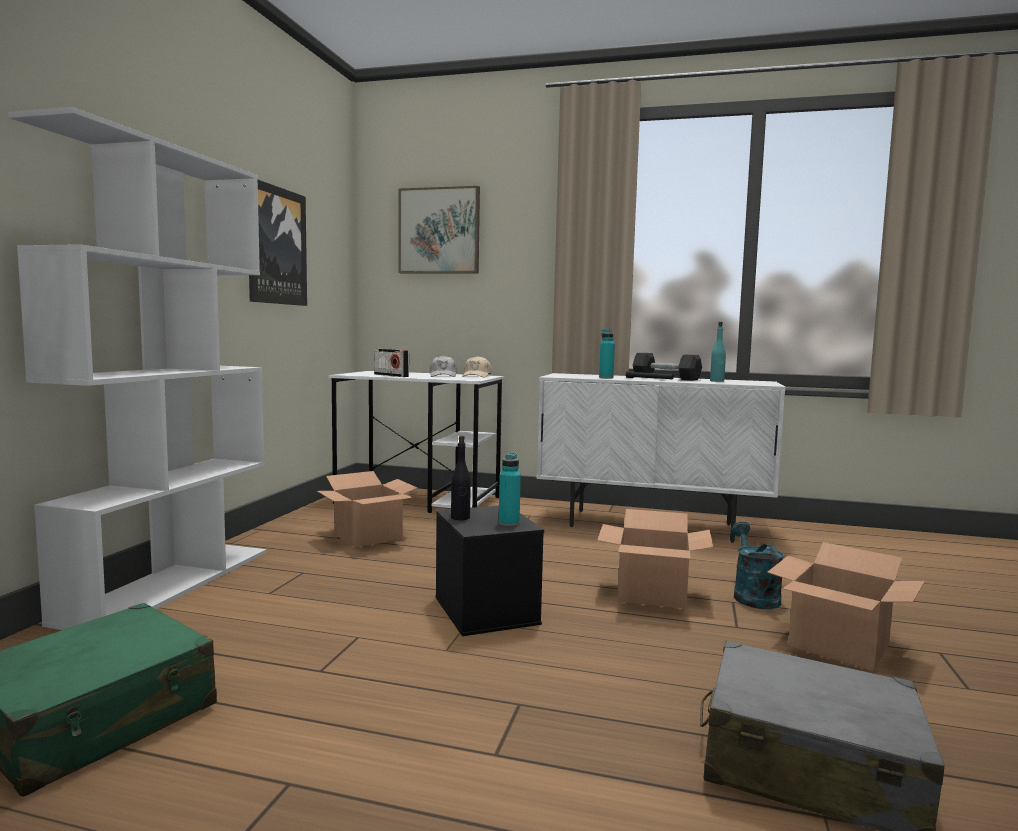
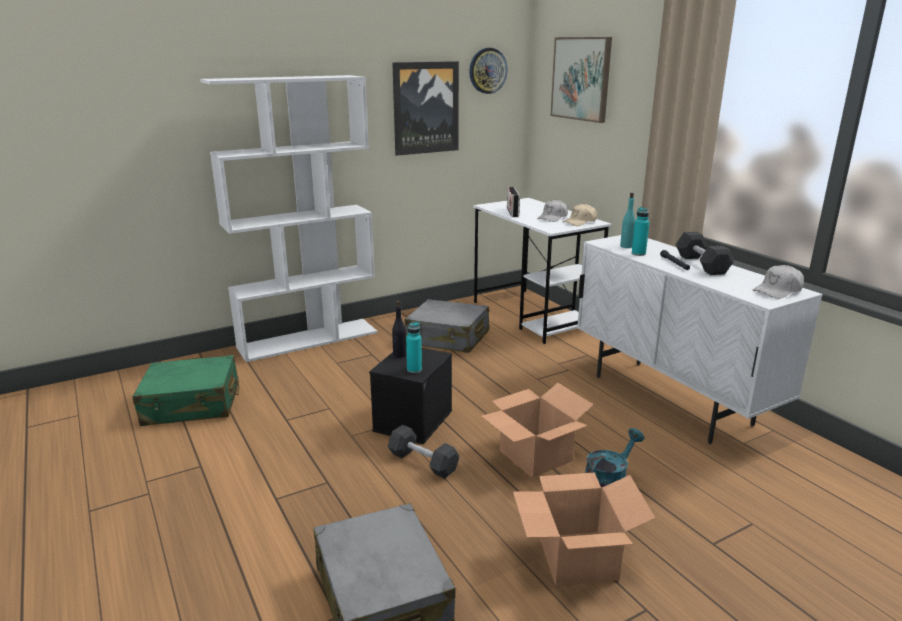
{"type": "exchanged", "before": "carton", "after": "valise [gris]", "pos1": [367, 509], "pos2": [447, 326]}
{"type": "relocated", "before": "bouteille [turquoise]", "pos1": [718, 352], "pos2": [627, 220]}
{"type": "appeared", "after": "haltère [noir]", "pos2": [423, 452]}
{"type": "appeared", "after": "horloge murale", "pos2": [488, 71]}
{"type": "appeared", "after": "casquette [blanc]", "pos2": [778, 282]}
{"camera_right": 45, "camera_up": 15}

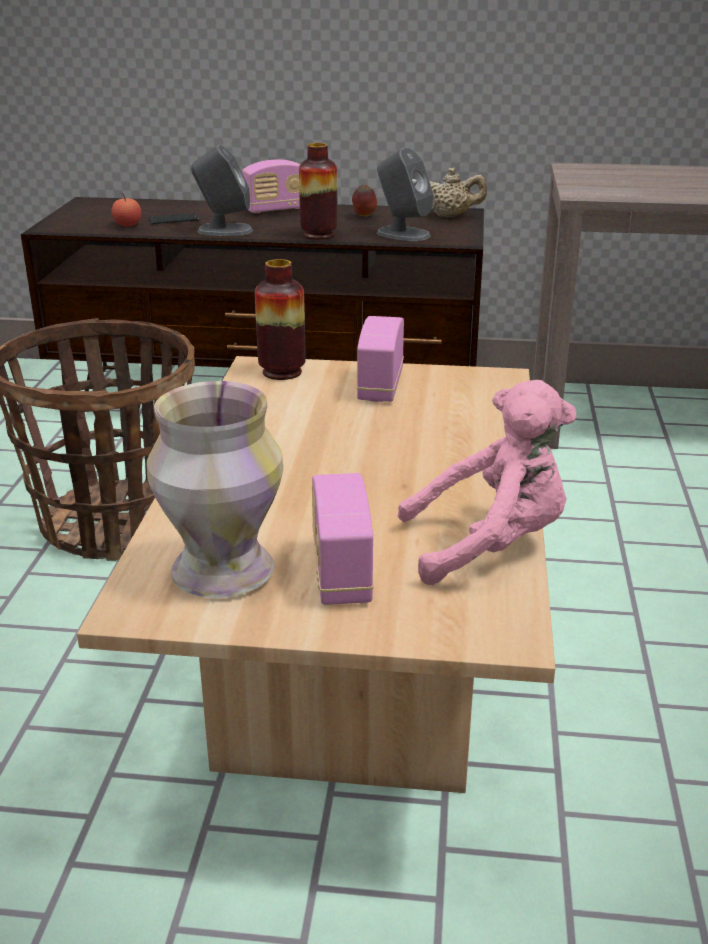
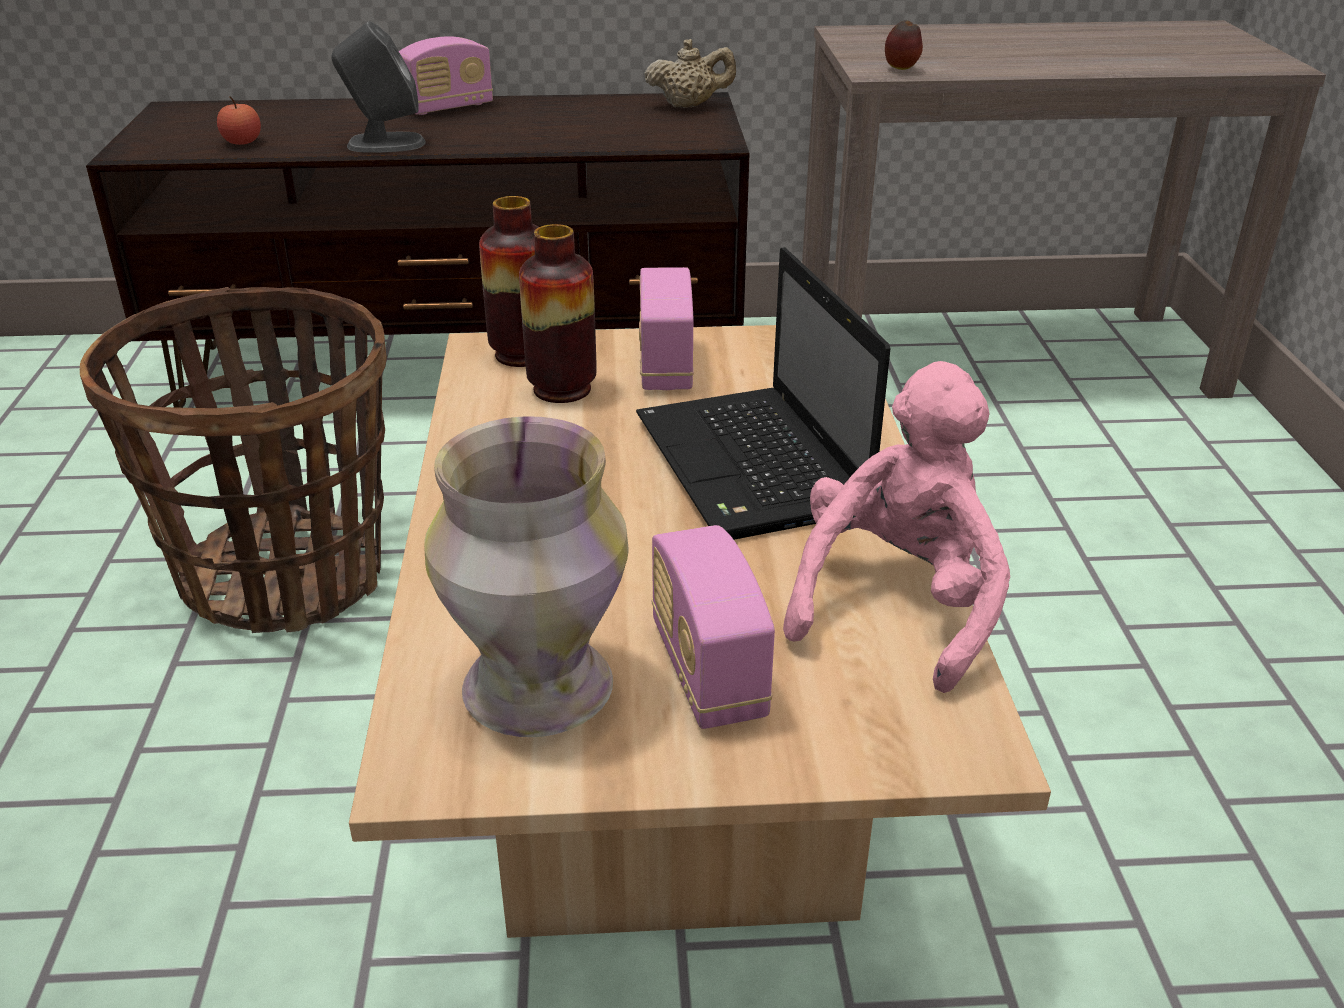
{"type": "missing", "before": "téléphone", "pos1": [174, 218]}
{"type": "relocated", "before": "vase", "pos1": [318, 191], "pos2": [557, 313]}
{"type": "relocated", "before": "pomme", "pos1": [364, 200], "pos2": [904, 45]}
{"type": "missing", "before": "enceinte [gris]", "pos1": [405, 194]}
{"type": "spun", "before": "peluche [rose]", "pos1": [487, 482], "pos2": [896, 527], "turn": -45}
{"type": "appeared", "after": "ordinateur portable", "pos2": [763, 393]}
{"camera_right": -10, "camera_up": 5}

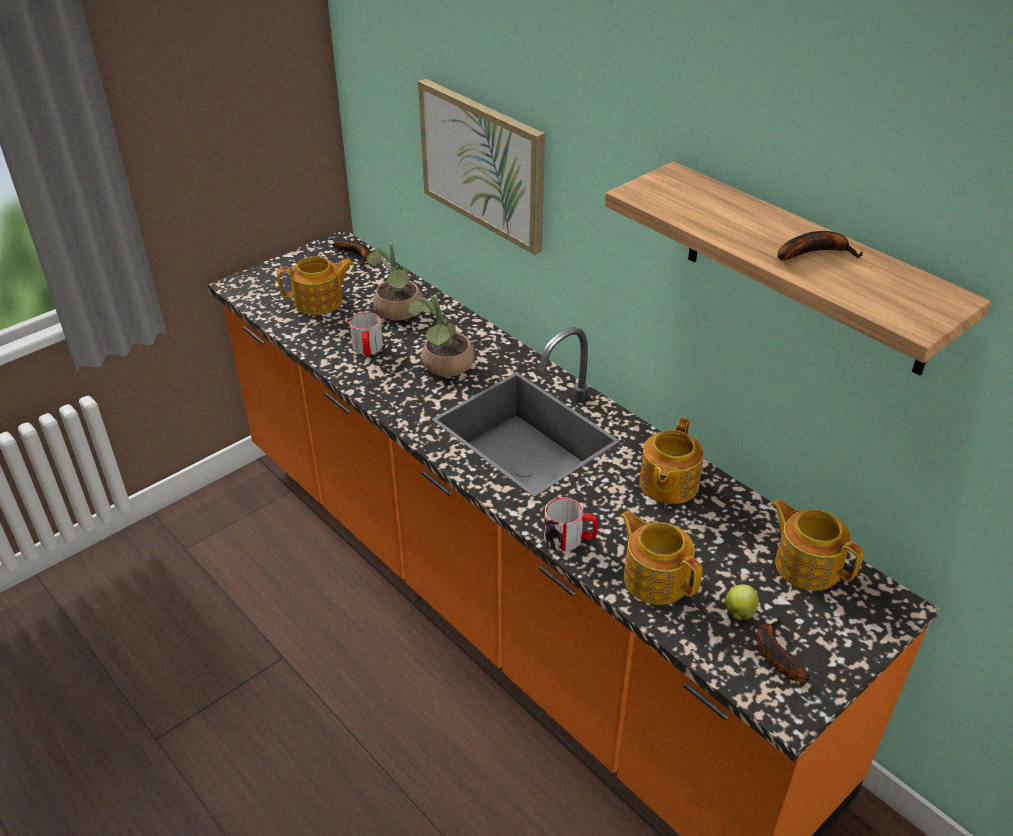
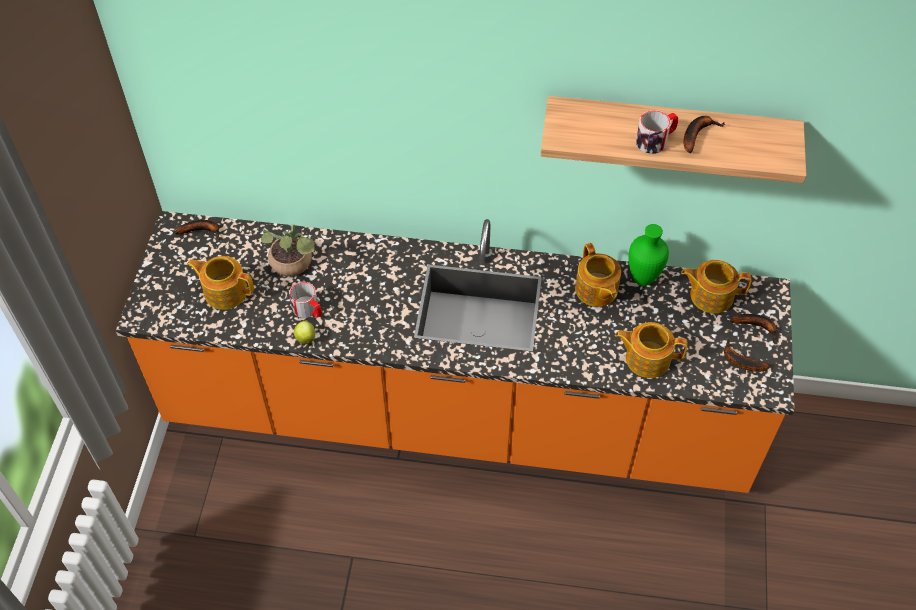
{"type": "spun", "before": "théière", "pos1": [315, 285], "pos2": [220, 283], "turn": -105}
{"type": "missing", "before": "plante en pot", "pos1": [442, 336]}
{"type": "missing", "before": "tableau", "pos1": [481, 167]}
{"type": "relocated", "before": "mug", "pos1": [571, 524], "pos2": [657, 132]}
{"type": "relocated", "before": "pomme", "pos1": [742, 602], "pos2": [304, 332]}
{"type": "appeared", "after": "vase [vert]", "pos2": [649, 255]}
{"type": "appeared", "after": "banane", "pos2": [753, 328]}
{"camera_right": -40, "camera_up": 15}

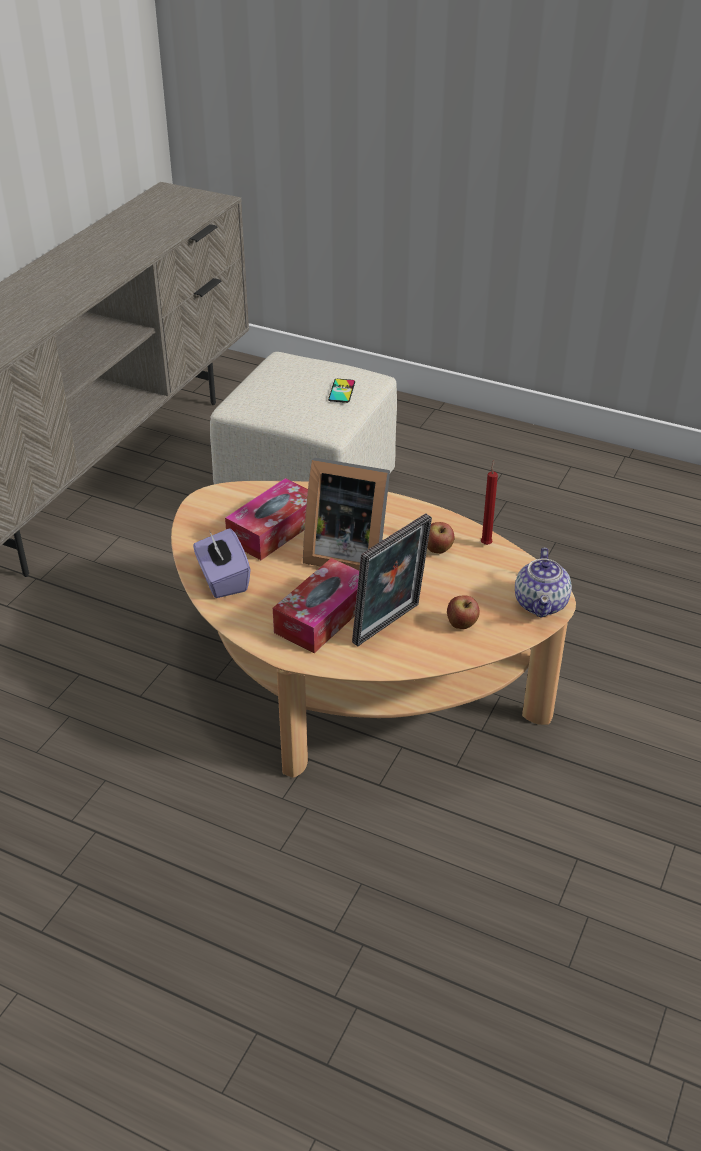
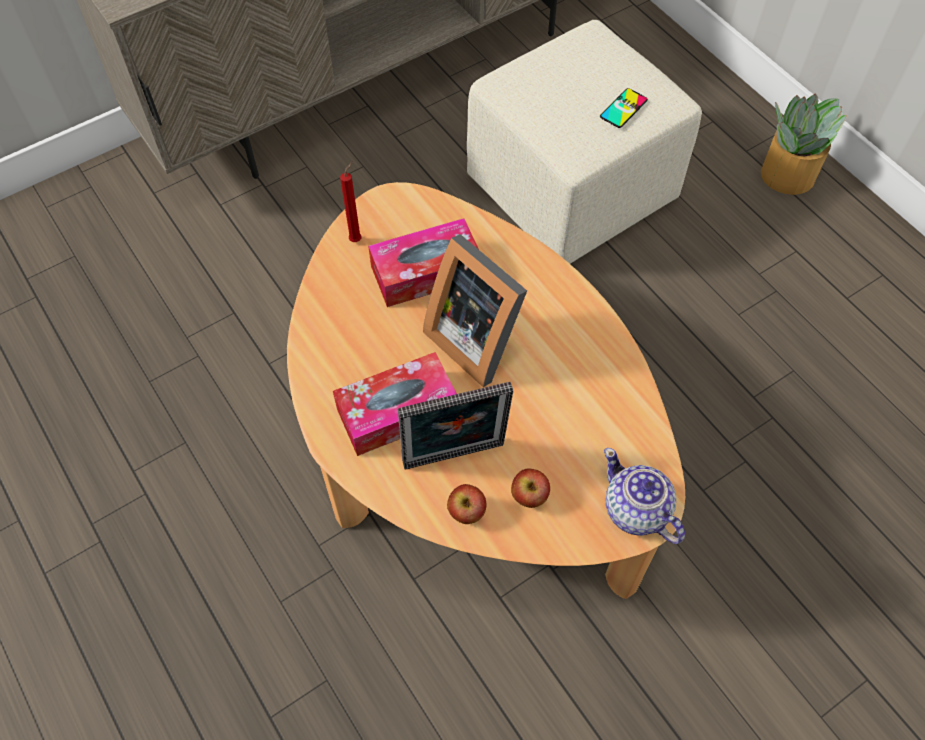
{"type": "missing", "before": "boîte à mouchoirs [violet]", "pos1": [222, 563]}
{"type": "relocated", "before": "pomme", "pos1": [440, 538], "pos2": [466, 504]}
{"type": "relocated", "before": "bougie [rouge]", "pos1": [489, 502], "pos2": [351, 202]}
{"type": "spun", "before": "théière", "pos1": [543, 582], "pos2": [644, 496], "turn": 105}
{"type": "appeared", "after": "plante en pot", "pos2": [804, 144]}
{"camera_right": 30, "camera_up": 20}

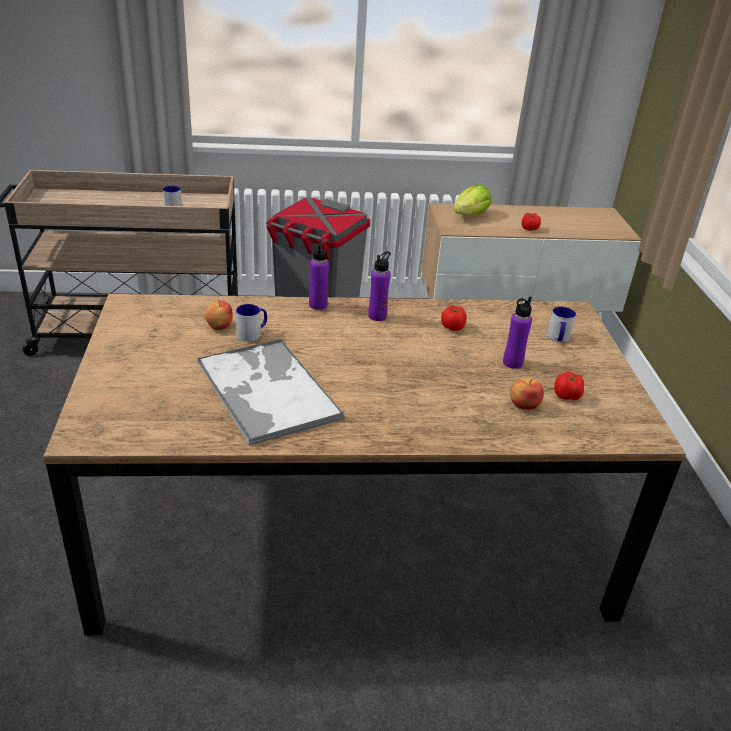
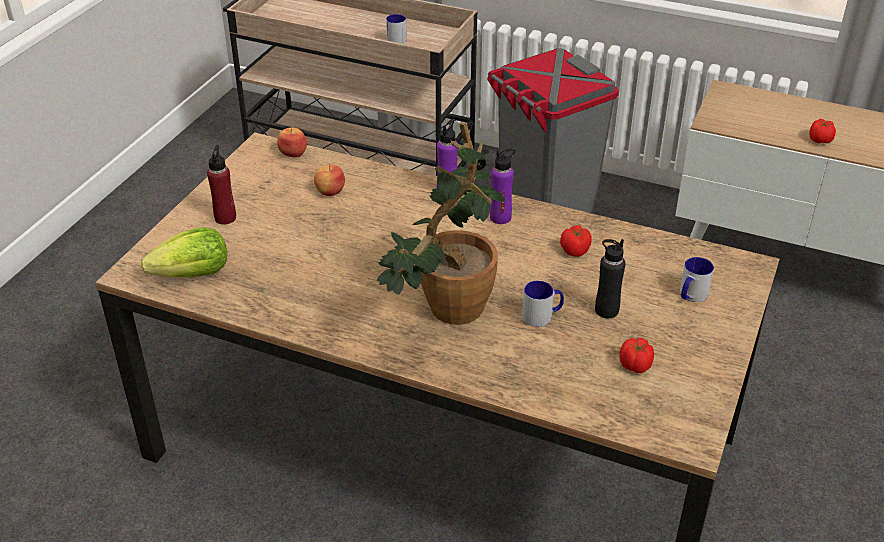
{"type": "missing", "before": "plateau", "pos1": [270, 392]}
{"type": "relocated", "before": "mug", "pos1": [251, 323], "pos2": [543, 304]}
{"type": "relocated", "before": "laitue", "pos1": [472, 200], "pos2": [184, 252]}
{"type": "colour", "before": "bouteille [violet]", "after": "bouteille [noir]", "pos1": [517, 332], "pos2": [610, 278]}
{"type": "relocated", "before": "pomme", "pos1": [527, 393], "pos2": [292, 143]}
{"type": "appeared", "after": "bouteille [rouge]", "pos2": [221, 185]}
{"type": "appeared", "after": "plante en pot", "pos2": [441, 223]}
{"camera_right": 30, "camera_up": 5}

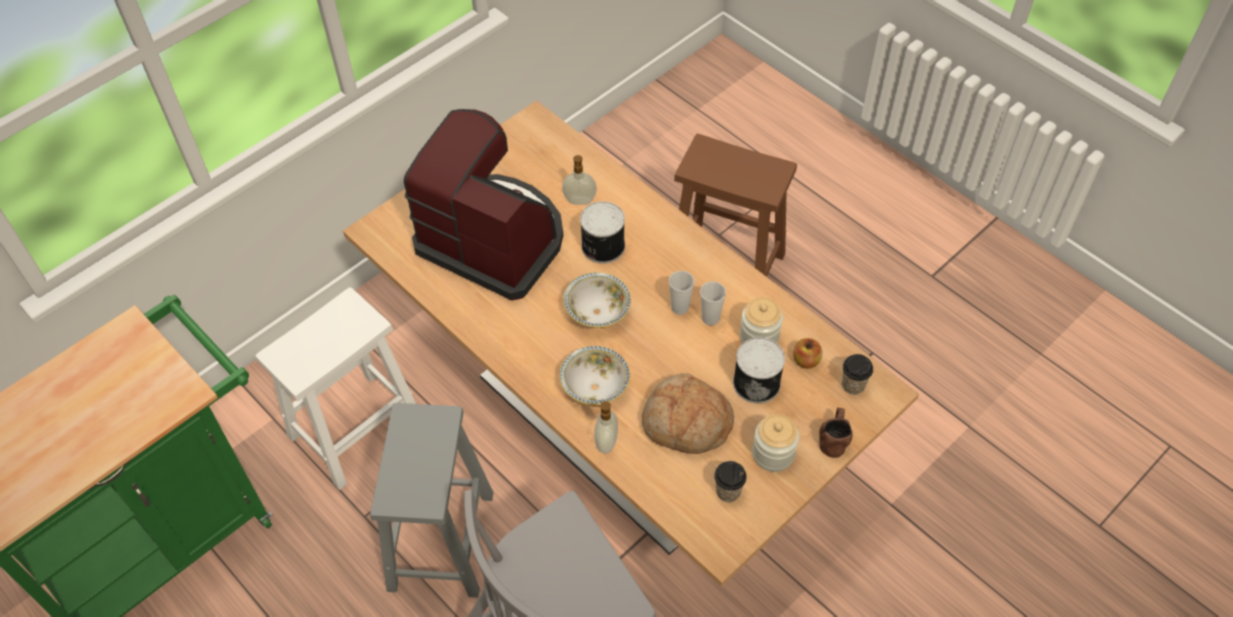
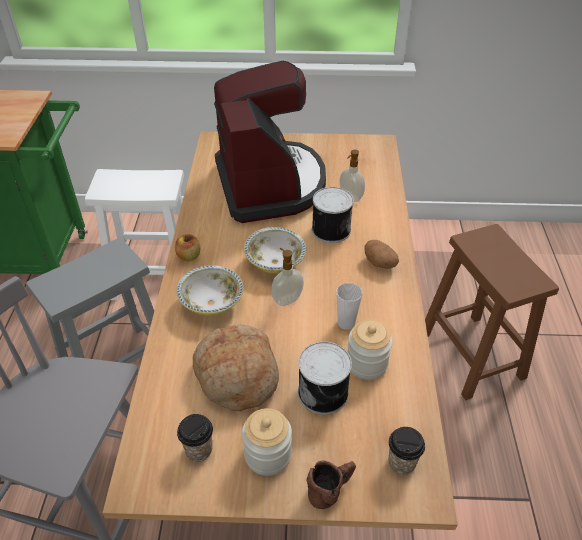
{"type": "relocated", "before": "distributeur de savon", "pos1": [604, 427], "pos2": [287, 277]}
{"type": "missing", "before": "tasse", "pos1": [681, 293]}
{"type": "relocated", "before": "pomme", "pos1": [808, 353], "pos2": [187, 248]}
{"type": "appeared", "after": "pomme de terre", "pos2": [381, 254]}
{"camera_right": 45, "camera_up": -10}

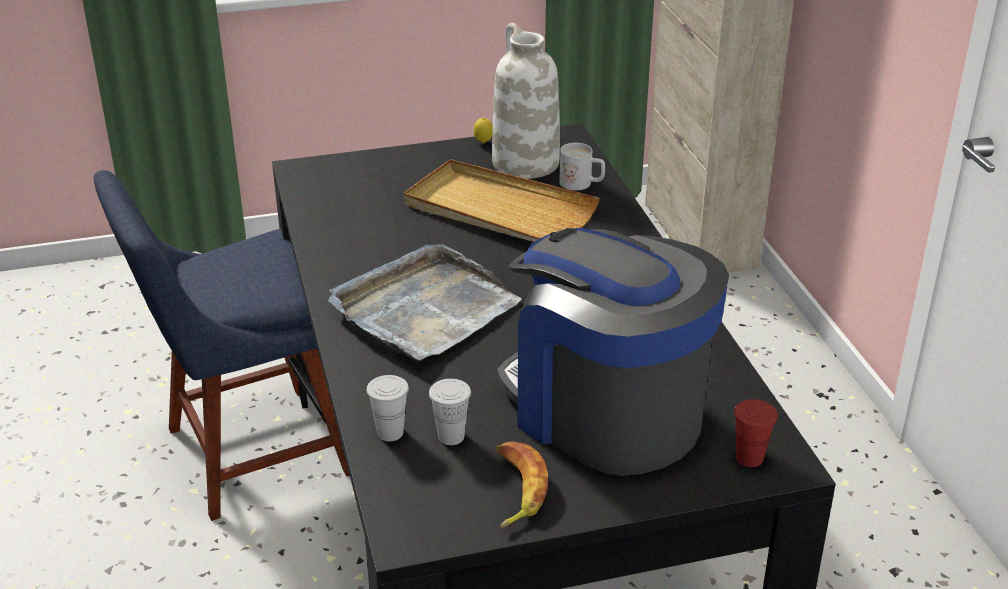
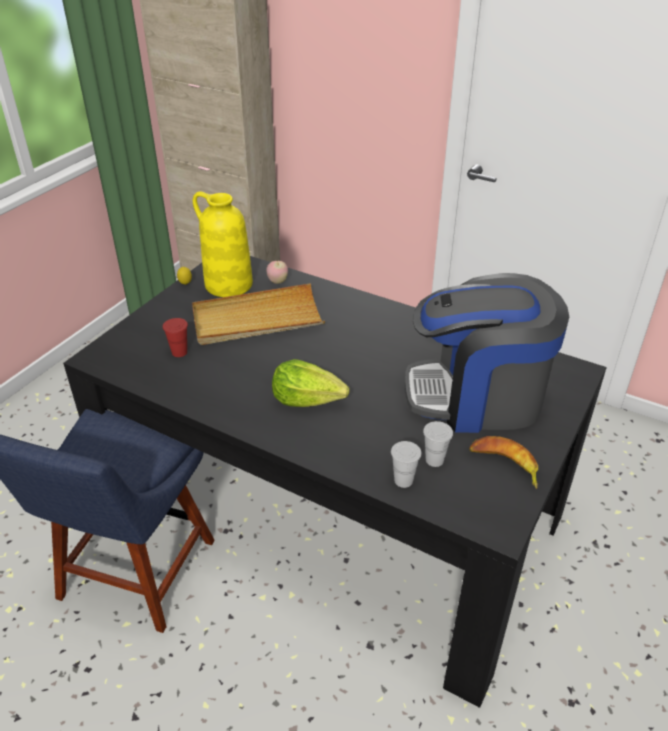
{"type": "exchanged", "before": "plateau [gris]", "after": "laitue", "pos1": [425, 302], "pos2": [311, 383]}
{"type": "colour", "before": "vase [blanc]", "after": "vase [jaune]", "pos1": [526, 101], "pos2": [223, 244]}
{"type": "exchanged", "before": "mug [blanc]", "after": "pomme", "pos1": [582, 166], "pos2": [277, 272]}
{"type": "relocated", "before": "tasse [rouge]", "pos1": [756, 433], "pos2": [175, 337]}
{"camera_right": -45, "camera_up": 5}

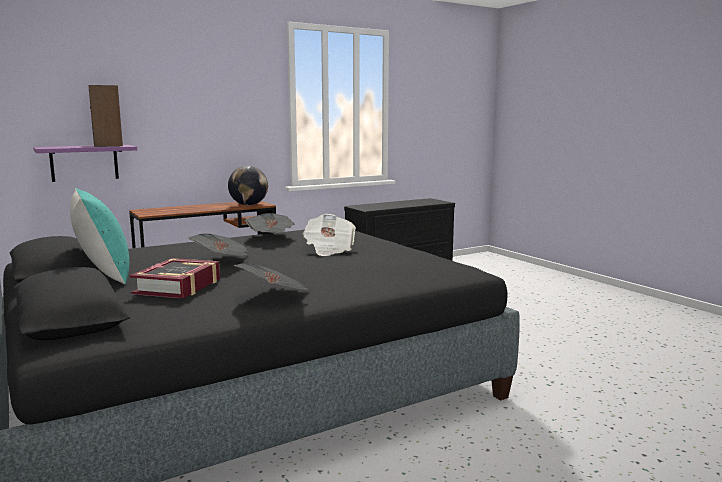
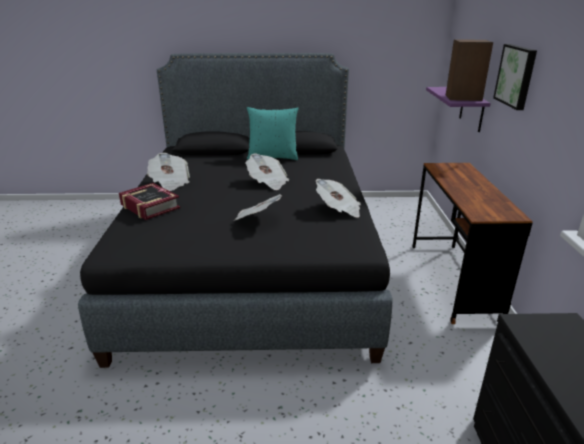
{"type": "relocated", "before": "livre", "pos1": [175, 278], "pos2": [150, 201]}
{"type": "missing", "before": "globe", "pos1": [248, 185]}
{"type": "appeared", "after": "tableau", "pos2": [515, 77]}
{"camera_right": 120, "camera_up": 15}

